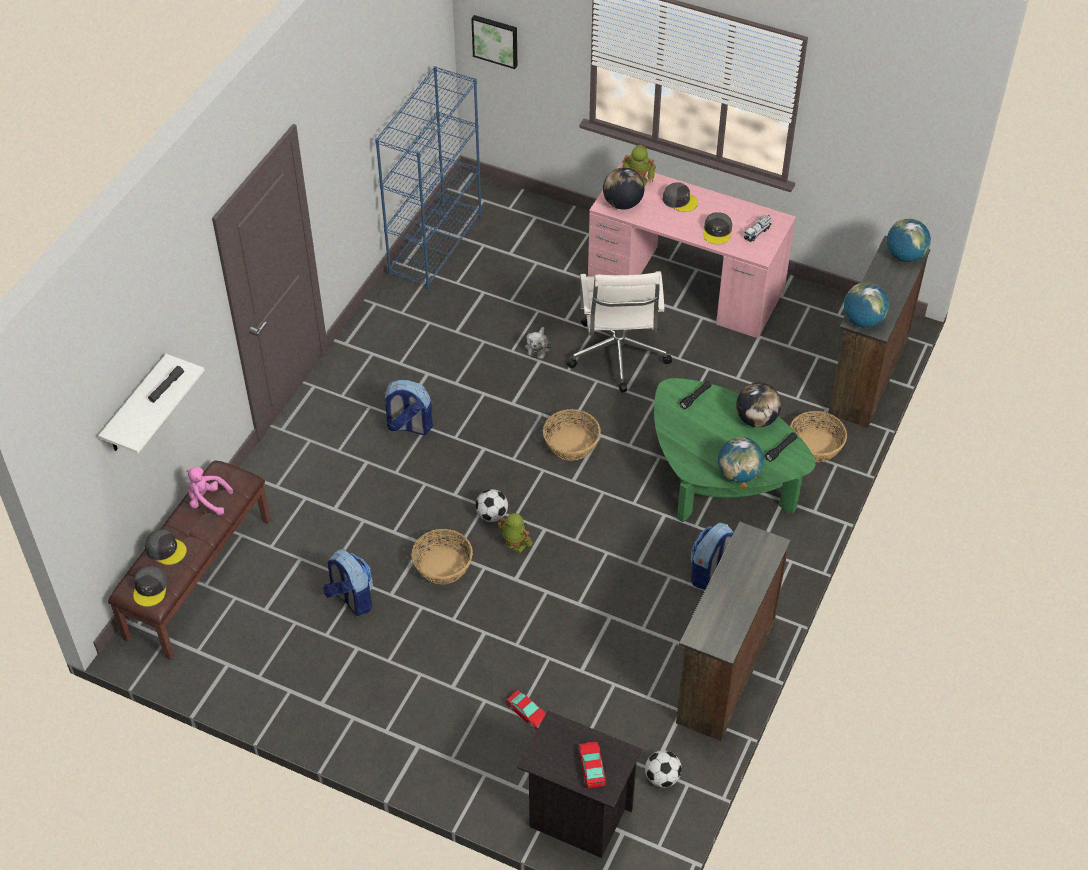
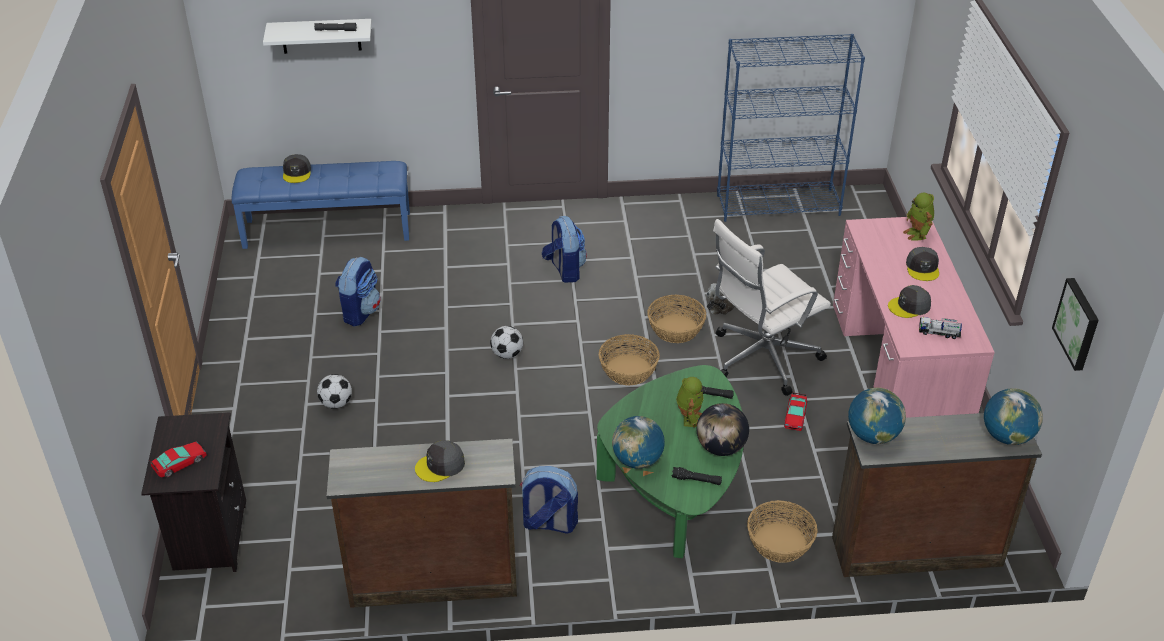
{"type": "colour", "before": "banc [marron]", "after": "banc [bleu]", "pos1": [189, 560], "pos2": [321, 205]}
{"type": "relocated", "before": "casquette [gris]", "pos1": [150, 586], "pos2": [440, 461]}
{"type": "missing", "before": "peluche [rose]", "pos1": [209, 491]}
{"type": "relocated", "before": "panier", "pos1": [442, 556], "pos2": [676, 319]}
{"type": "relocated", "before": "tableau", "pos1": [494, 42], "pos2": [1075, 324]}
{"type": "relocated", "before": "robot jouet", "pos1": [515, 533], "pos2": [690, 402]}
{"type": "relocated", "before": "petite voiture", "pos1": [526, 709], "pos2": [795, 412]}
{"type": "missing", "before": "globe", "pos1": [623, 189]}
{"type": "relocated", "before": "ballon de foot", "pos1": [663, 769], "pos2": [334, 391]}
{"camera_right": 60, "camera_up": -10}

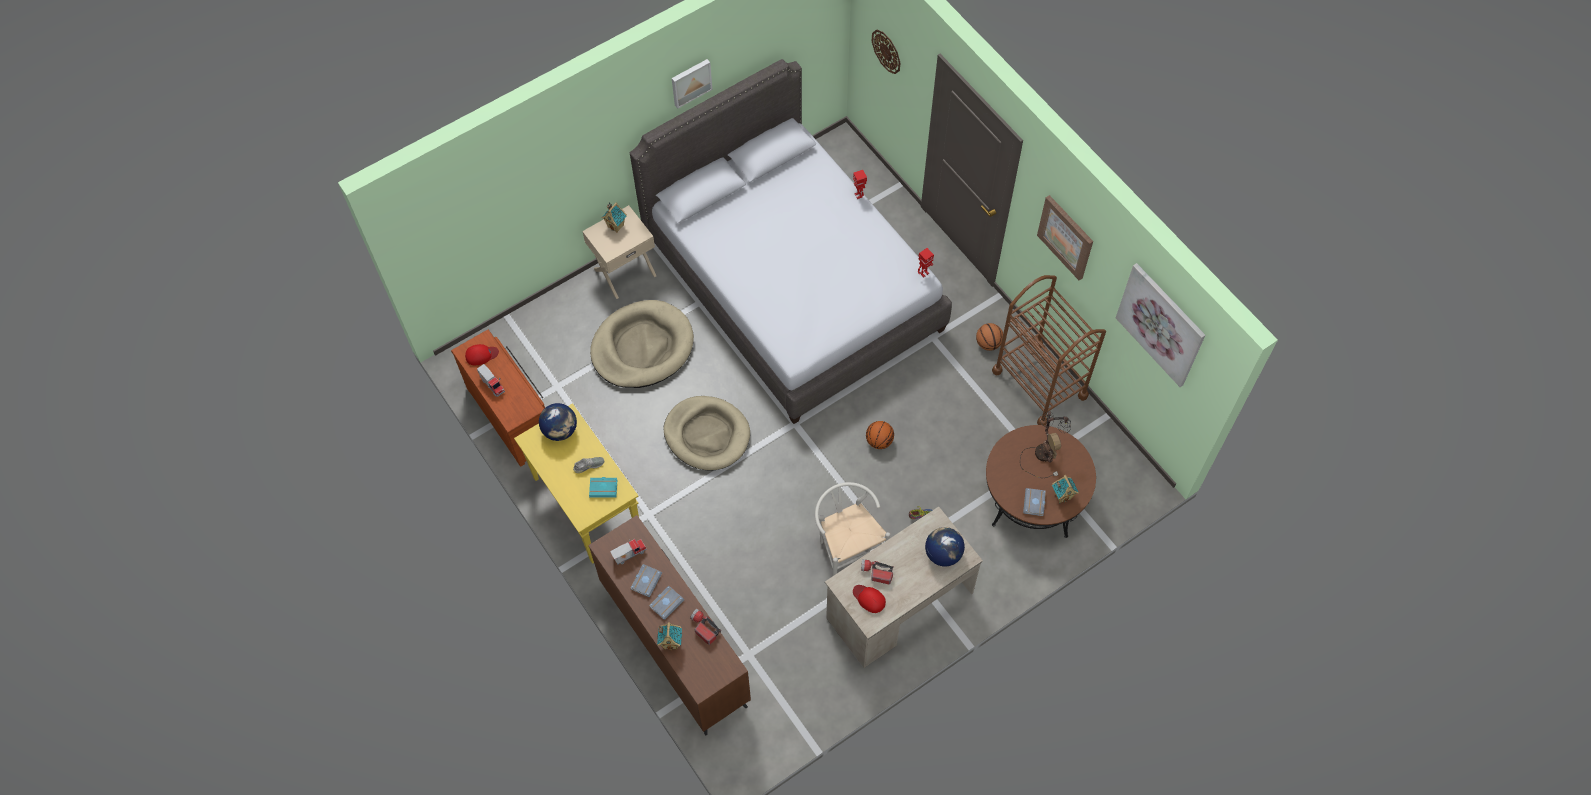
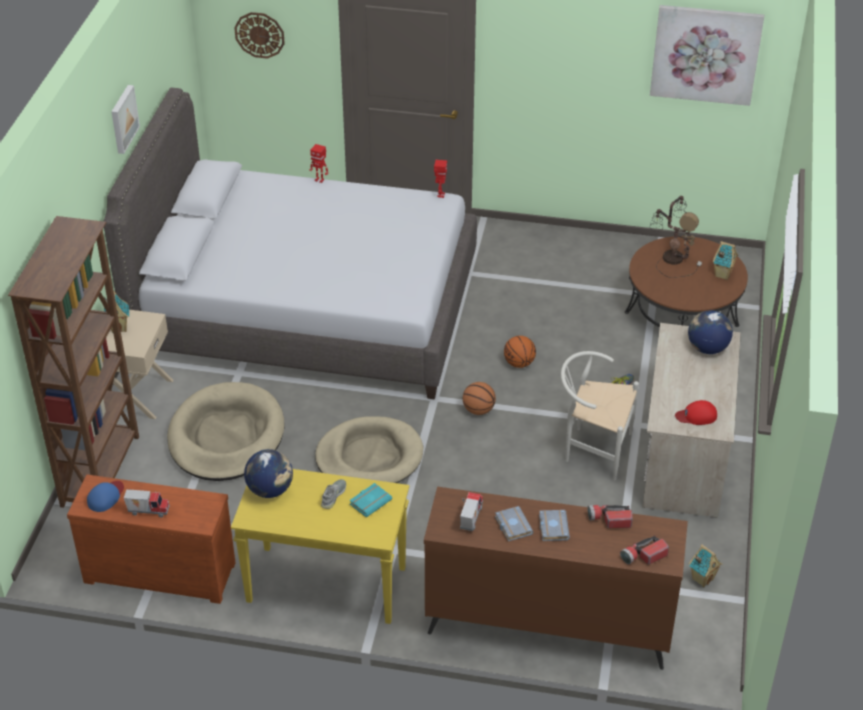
{"type": "colour", "before": "casquette [rouge]", "after": "casquette [bleu]", "pos1": [482, 354], "pos2": [105, 496]}
{"type": "relocated", "before": "maison miniature", "pos1": [669, 636], "pos2": [705, 565]}
{"type": "relocated", "before": "lampe de poche", "pos1": [877, 571], "pos2": [644, 550]}
{"type": "relocated", "before": "ballon de basket", "pos1": [989, 337], "pos2": [479, 398]}
{"type": "missing", "before": "chariot [marron]", "pos1": [1049, 350]}
{"type": "missing", "before": "livre [gris]", "pos1": [1034, 502]}
{"type": "missing", "before": "tableau", "pos1": [1065, 237]}
{"type": "appeared", "after": "bibliothèque [marron]", "pos2": [73, 362]}
{"camera_right": -45, "camera_up": -20}

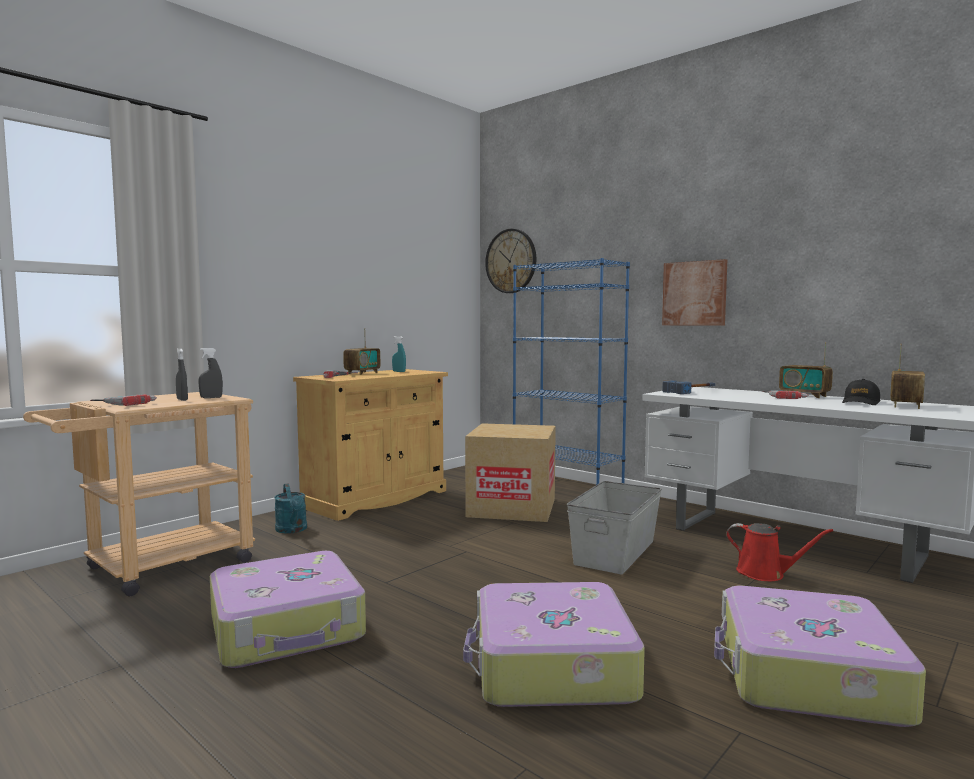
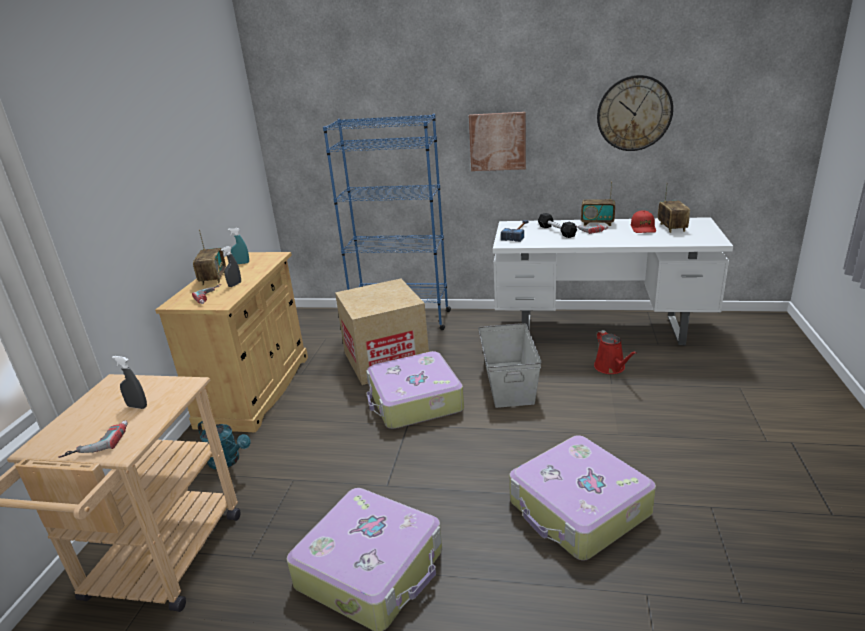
{"type": "relocated", "before": "vaporisateur [gris]", "pos1": [210, 373], "pos2": [231, 266]}
{"type": "relocated", "before": "horloge murale", "pos1": [510, 261], "pos2": [635, 113]}
{"type": "relocated", "before": "valise", "pos1": [820, 656], "pos2": [415, 390]}
{"type": "spun", "before": "arrosoir [rouge]", "pos1": [779, 552], "pos2": [615, 352], "turn": 75}
{"type": "colour", "before": "casquette [noir]", "after": "casquette [rouge]", "pos1": [861, 392], "pos2": [643, 221]}
{"type": "appeared", "after": "haltère [noir]", "pos2": [557, 225]}
{"camera_right": -30, "camera_up": 20}

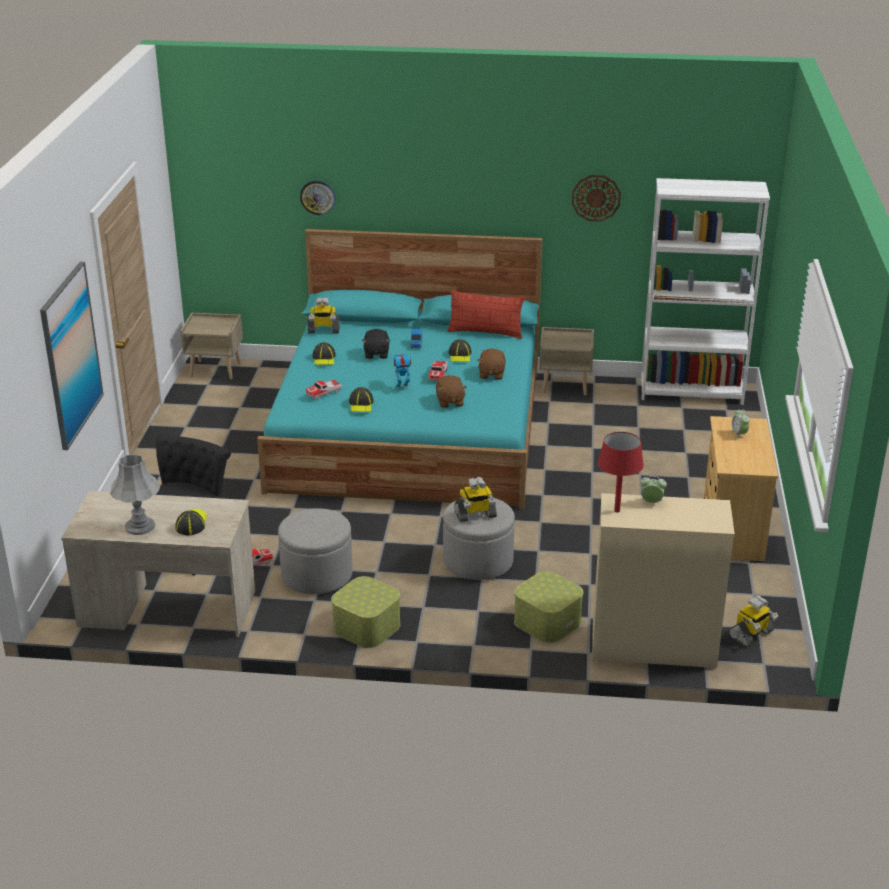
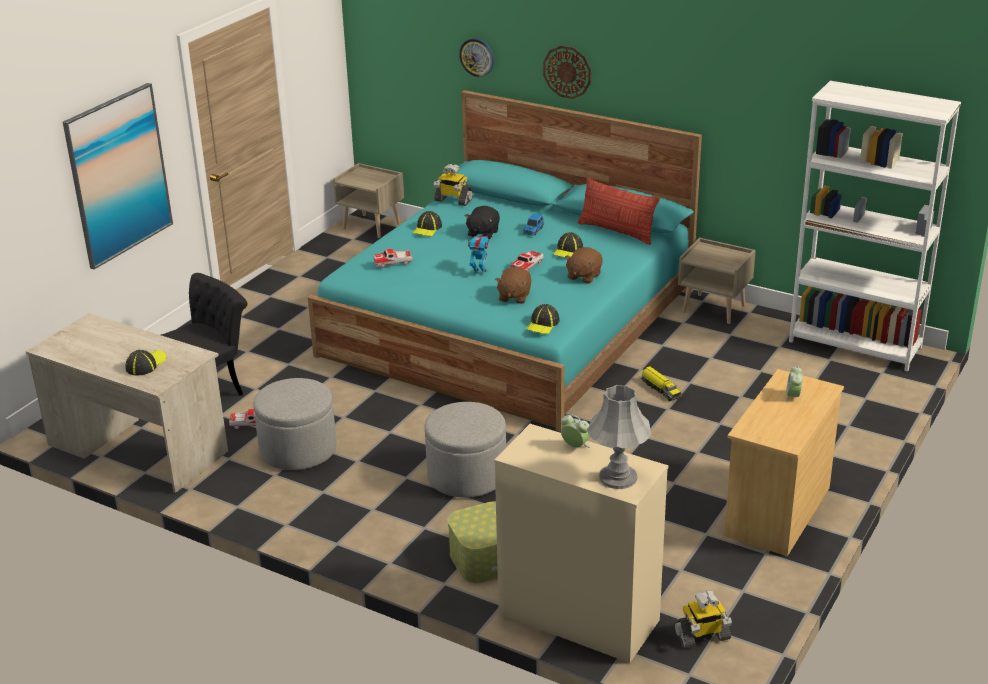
{"type": "relocated", "before": "lampe de table [gris]", "pos1": [135, 494], "pos2": [619, 437]}
{"type": "missing", "before": "boîte de rangement", "pos1": [365, 612]}
{"type": "relocated", "before": "casquette", "pos1": [361, 399], "pos2": [543, 319]}
{"type": "missing", "before": "robot jouet", "pos1": [475, 499]}
{"type": "relocated", "before": "horloge murale", "pos1": [596, 198], "pos2": [567, 72]}
{"type": "missing", "before": "lampe de table [rouge]", "pos1": [621, 472]}
{"type": "appeared", "after": "camion jouet", "pos2": [661, 384]}
{"camera_right": 25, "camera_up": 0}

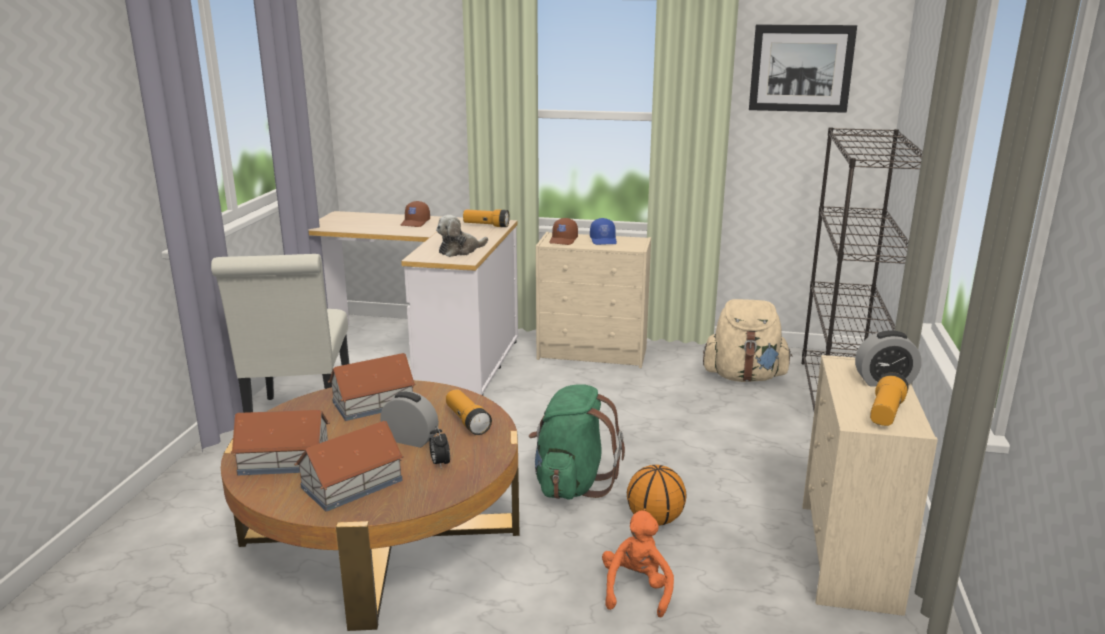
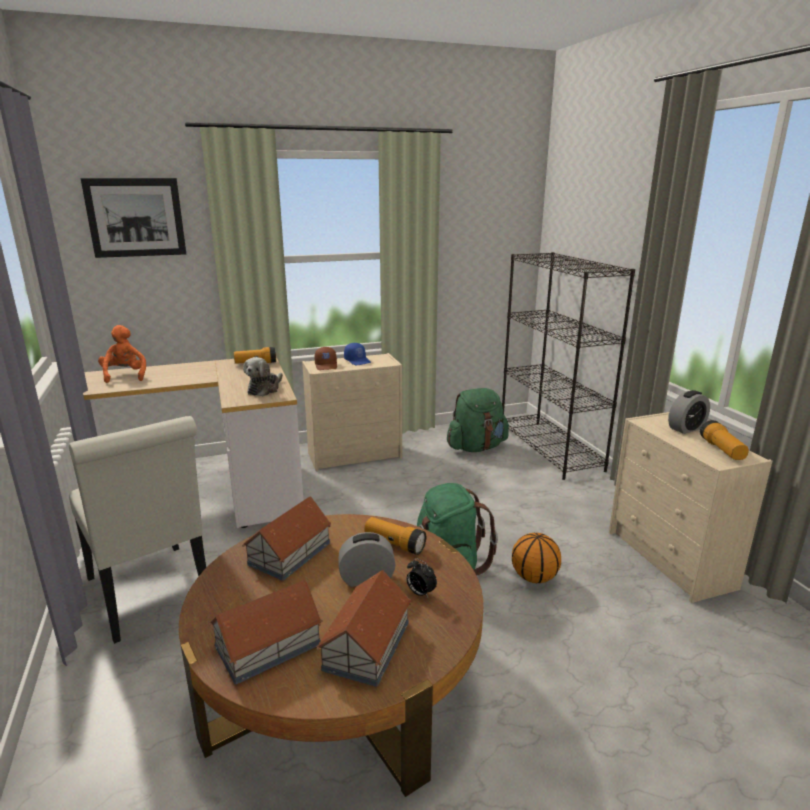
{"type": "missing", "before": "casquette [marron]", "pos1": [415, 214]}
{"type": "relocated", "before": "peluche [orange]", "pos1": [638, 564], "pos2": [122, 354]}
{"type": "colour", "before": "sac à dos [beige]", "after": "sac à dos [vert]", "pos1": [748, 340], "pos2": [478, 420]}
{"type": "relocated", "before": "tableau", "pos1": [803, 69], "pos2": [133, 218]}
{"camera_right": -30, "camera_up": 0}

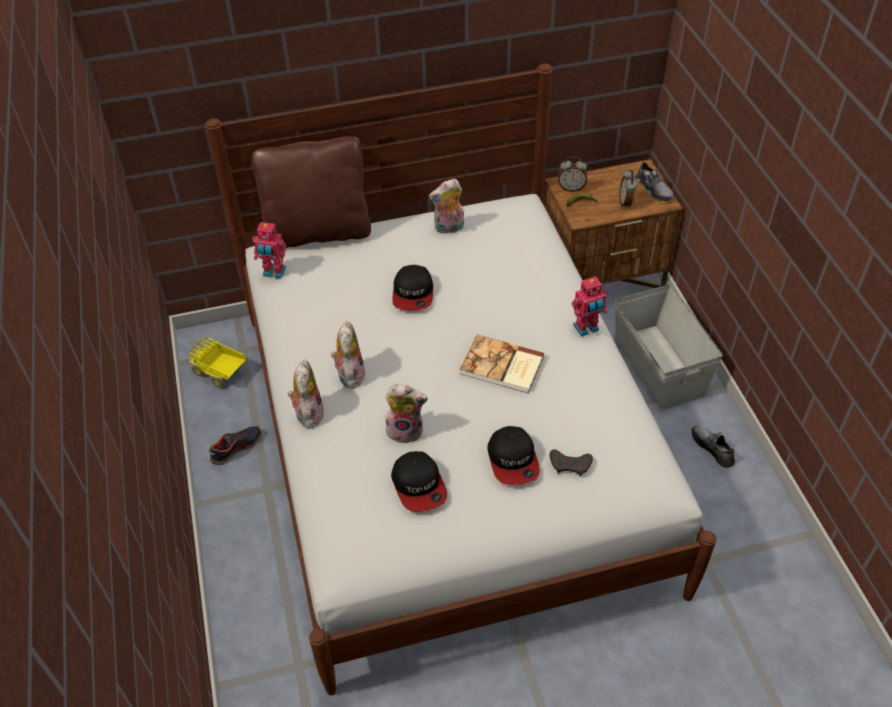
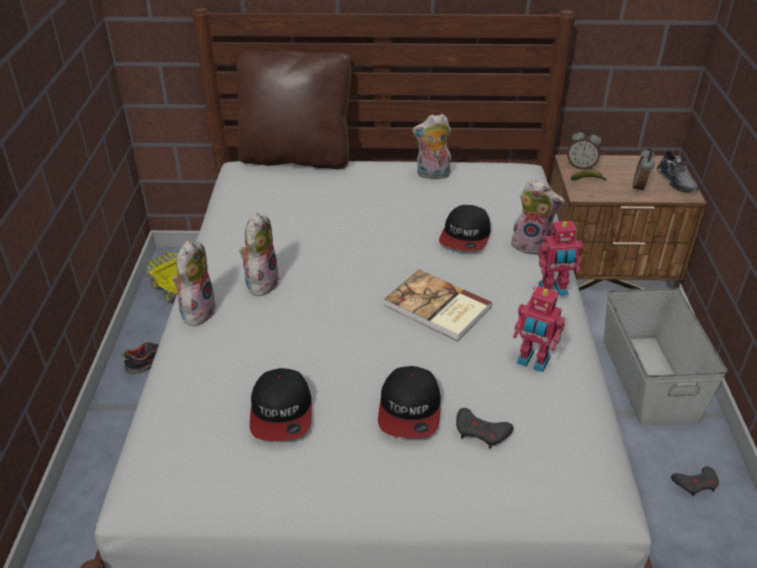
{"type": "relocated", "before": "robot jouet", "pos1": [269, 250], "pos2": [539, 329]}
{"type": "relocated", "before": "peluche", "pos1": [406, 413], "pos2": [538, 217]}
{"type": "relocated", "before": "casquette", "pos1": [412, 287], "pos2": [465, 228]}
{"type": "exchanged", "before": "chaussure [gris]", "after": "manette [gris]", "pos1": [713, 446], "pos2": [695, 481]}
{"camera_right": 15, "camera_up": -10}

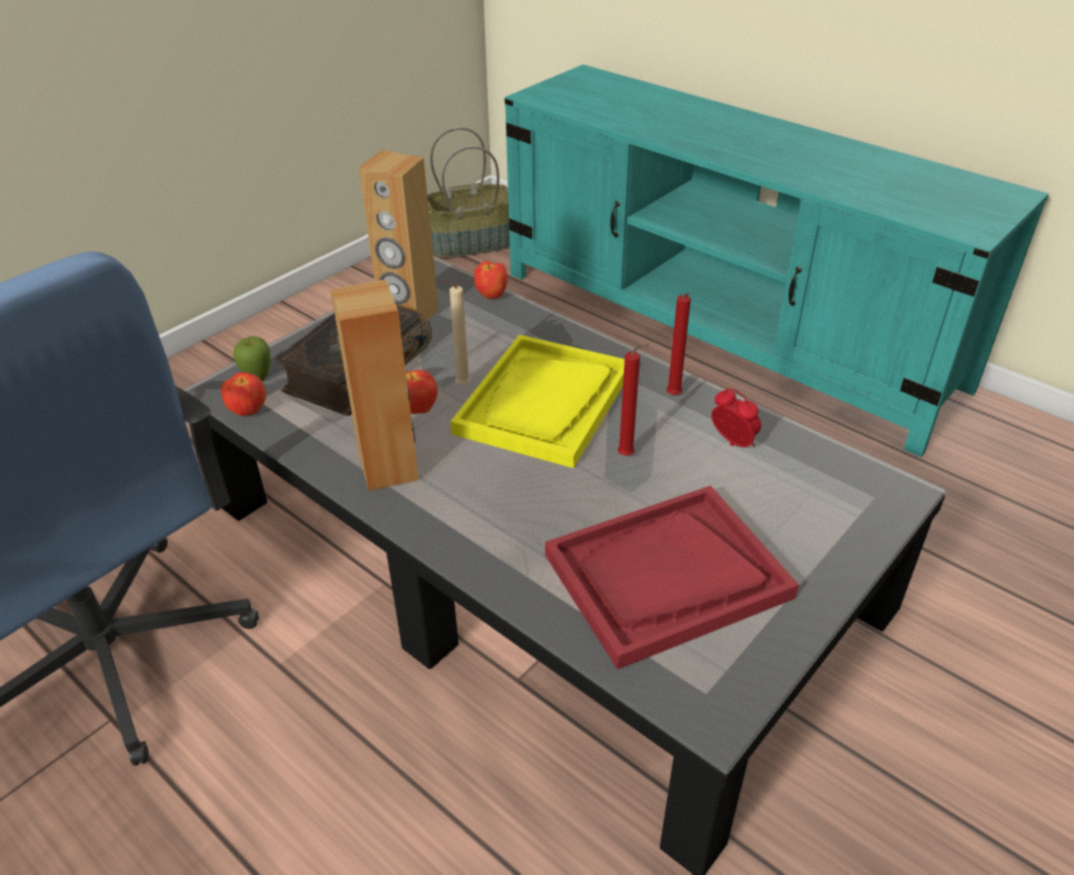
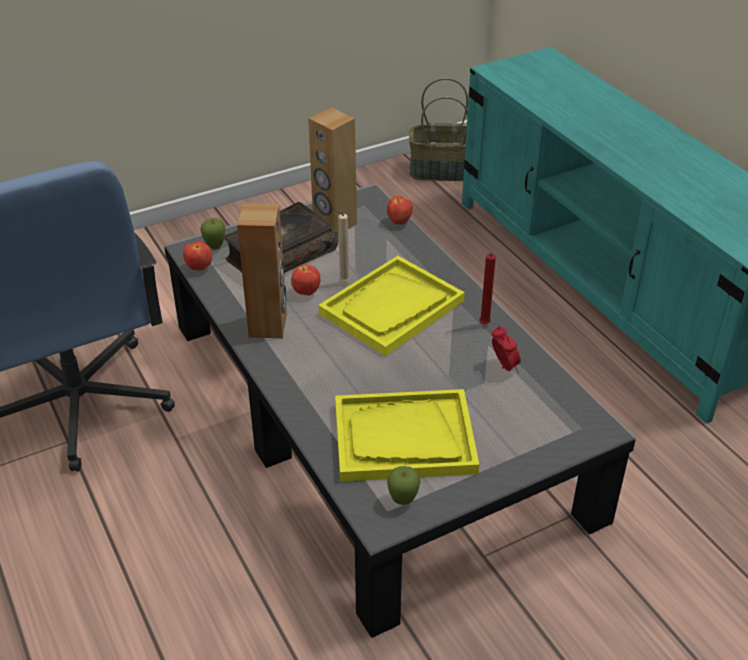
{"type": "colour", "before": "plateau [rouge]", "after": "plateau [jaune]", "pos1": [672, 577], "pos2": [407, 435]}
{"type": "missing", "before": "bougie [rouge]", "pos1": [633, 400]}
{"type": "appeared", "after": "pomme", "pos2": [403, 485]}
{"camera_right": 20, "camera_up": 0}

